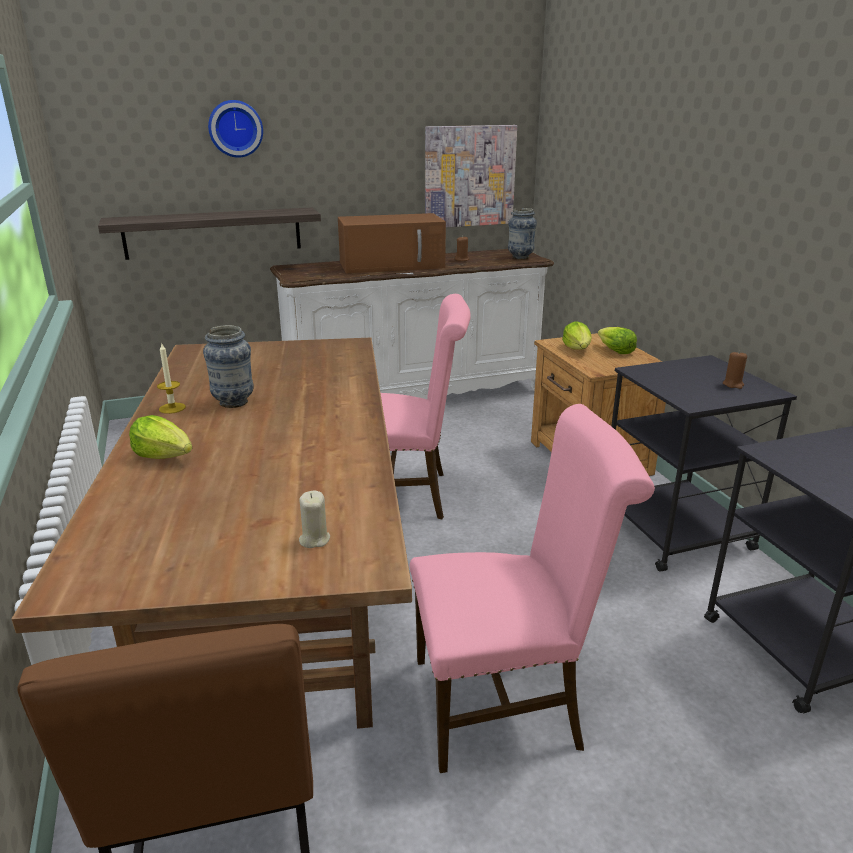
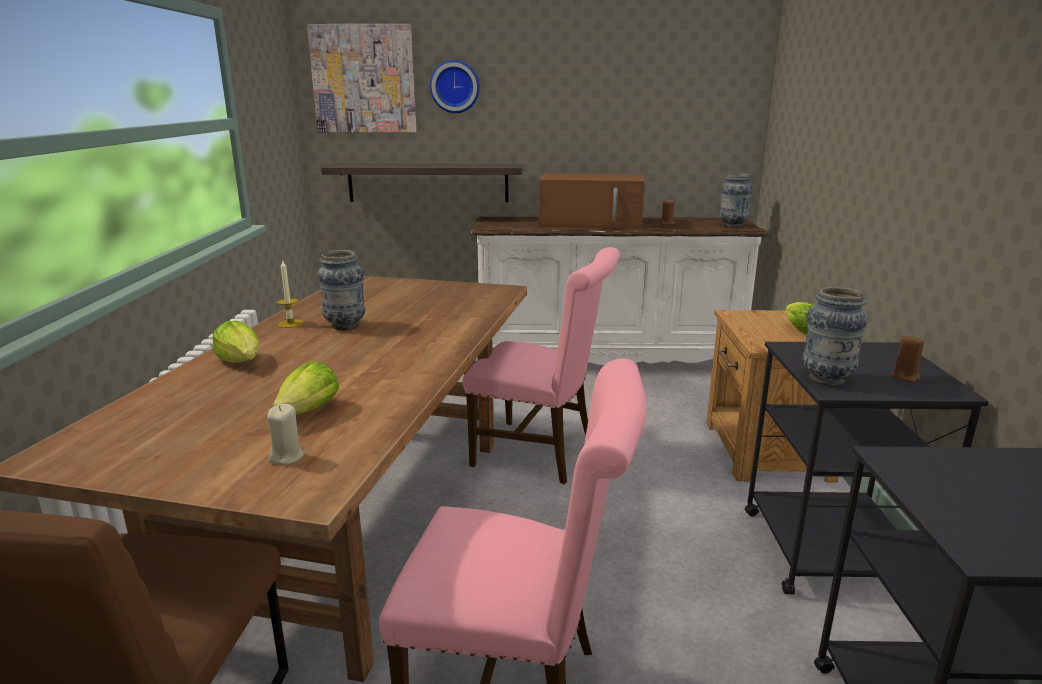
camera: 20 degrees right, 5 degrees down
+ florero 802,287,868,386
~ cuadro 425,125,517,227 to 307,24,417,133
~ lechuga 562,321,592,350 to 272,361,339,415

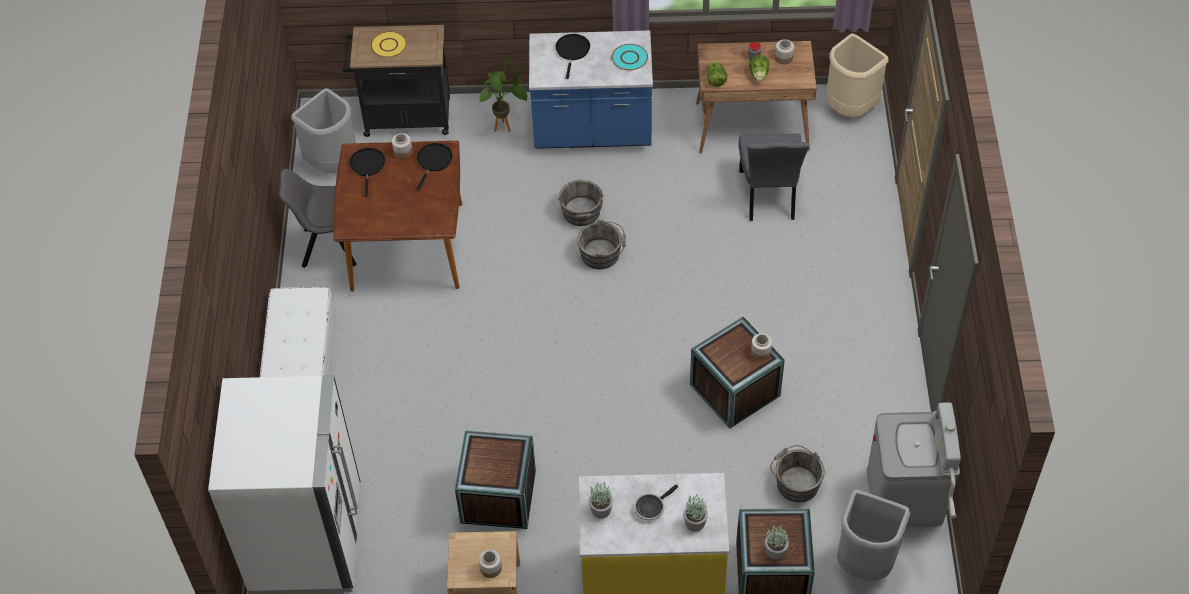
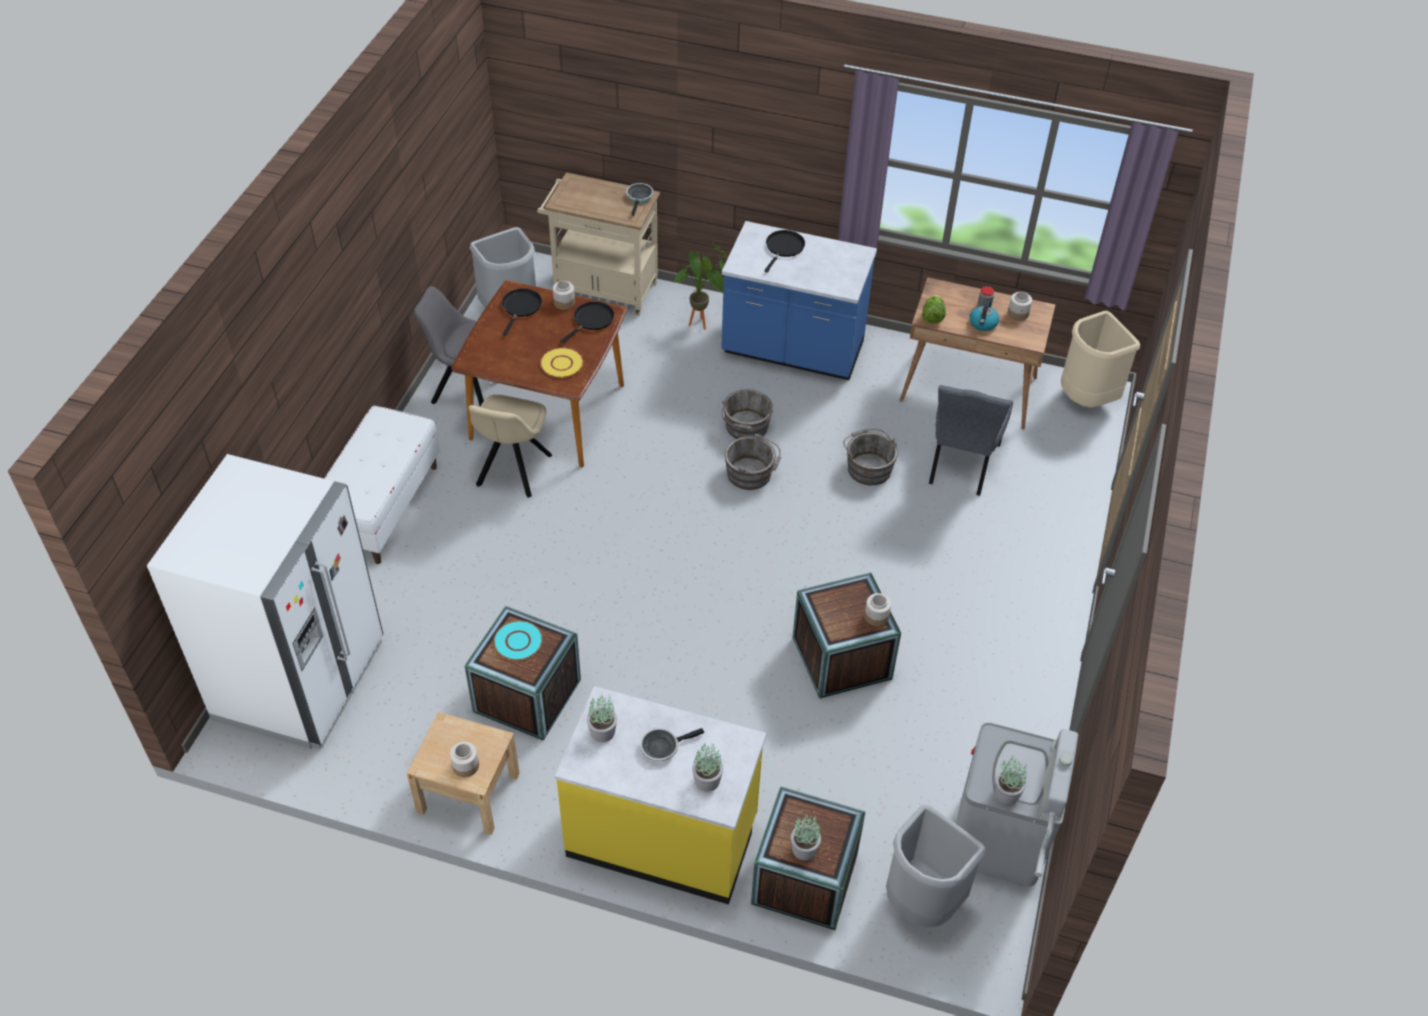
camera: 15 degrees right, 5 degrees down
+ silla/beis 468,395,553,498
+ sartén 626,183,653,216
+ planta en maceta 995,756,1027,805
~ plato/amarillo 371,31,407,57 to 540,347,583,378
~ plato/turquesa 612,44,648,70 to 493,620,543,660
~ cubo/gris 770,445,825,502 to 843,429,898,486
~ lechuga 749,55,769,82 to hervidor 970,299,999,331
~ carrito/negro 342,25,450,137 to carrito/beis 537,172,660,316

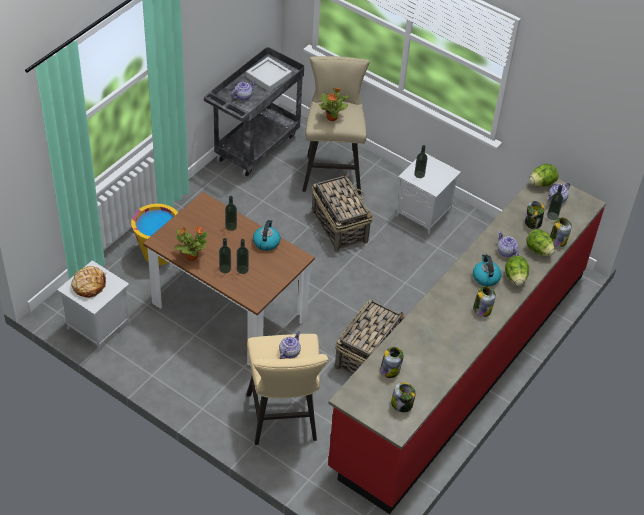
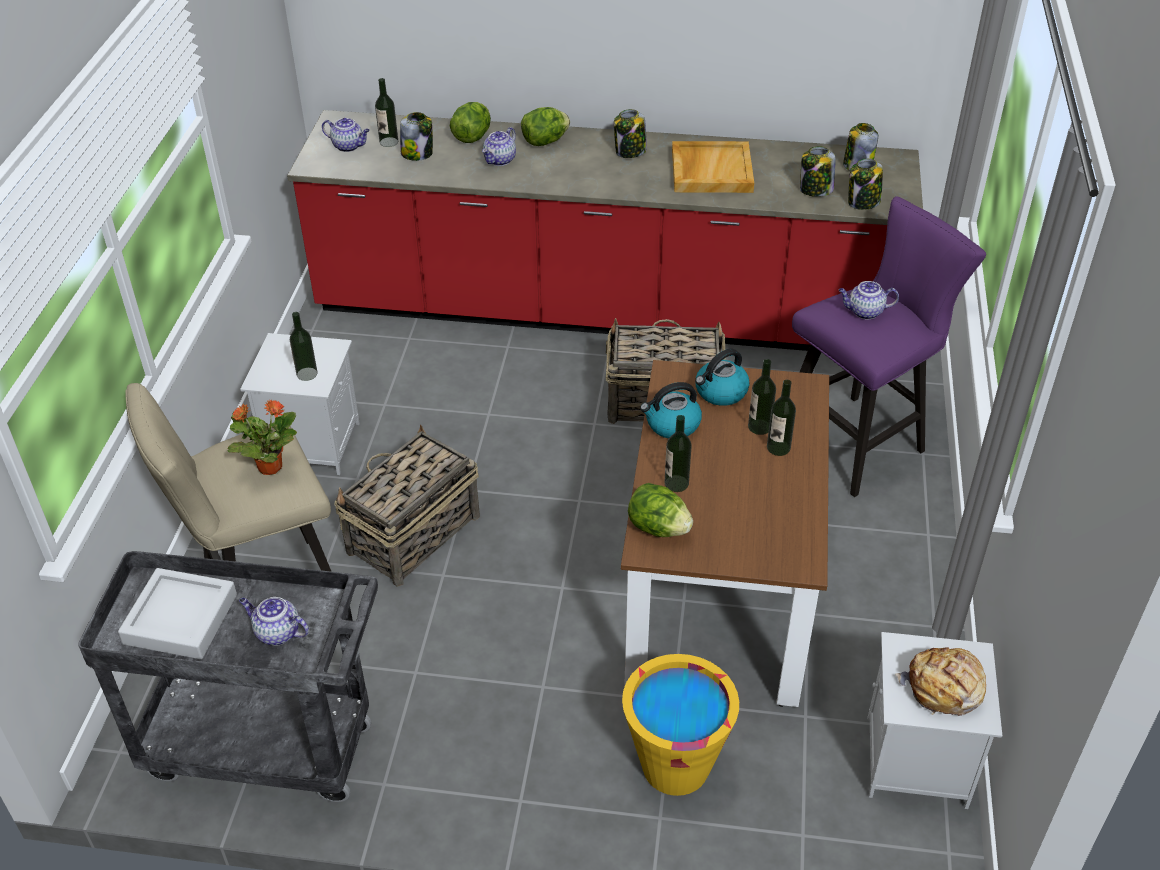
camera: 115 degrees left, 5 degrees down
- planta en maceta 174,226,208,261
+ bandeja/beis 672,141,754,193
~ hervidor 473,253,502,286 to 695,349,750,406
~ lechuga 529,164,558,187 to 628,483,693,537
~ tarro 550,218,572,247 to 848,159,883,210
~ taburete/beis 247,334,329,445 to taburete/morado 792,196,986,497

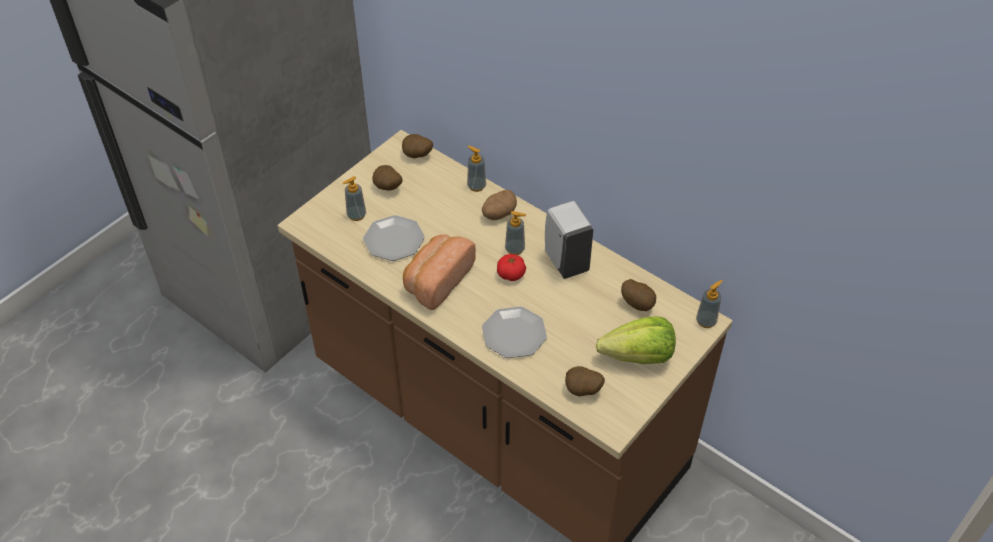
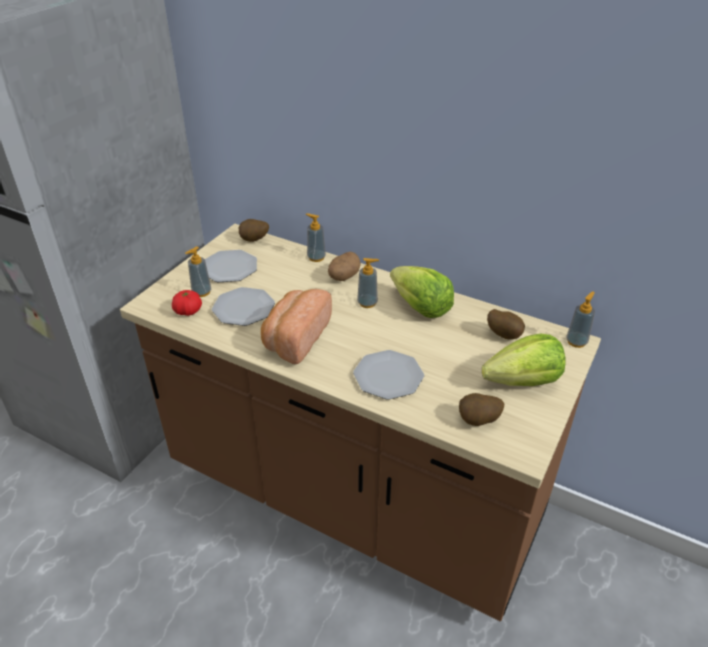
camera: 10 degrees left, 10 degrees down
~ tomate 497,254,526,281 to 172,290,202,316
~ patata 372,165,402,190 to plato 205,250,257,282
~ dispensador de jabón/blanco 545,201,593,279 to lechuga 390,266,454,318

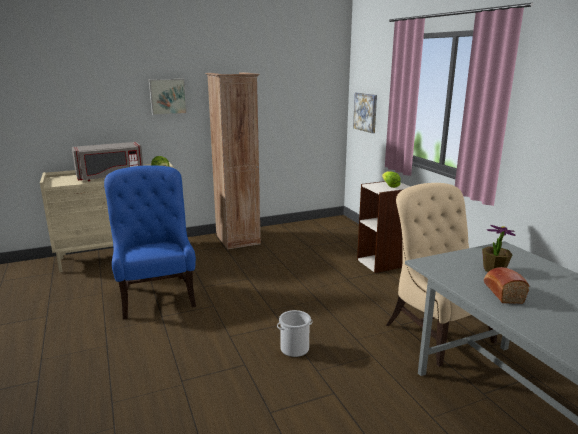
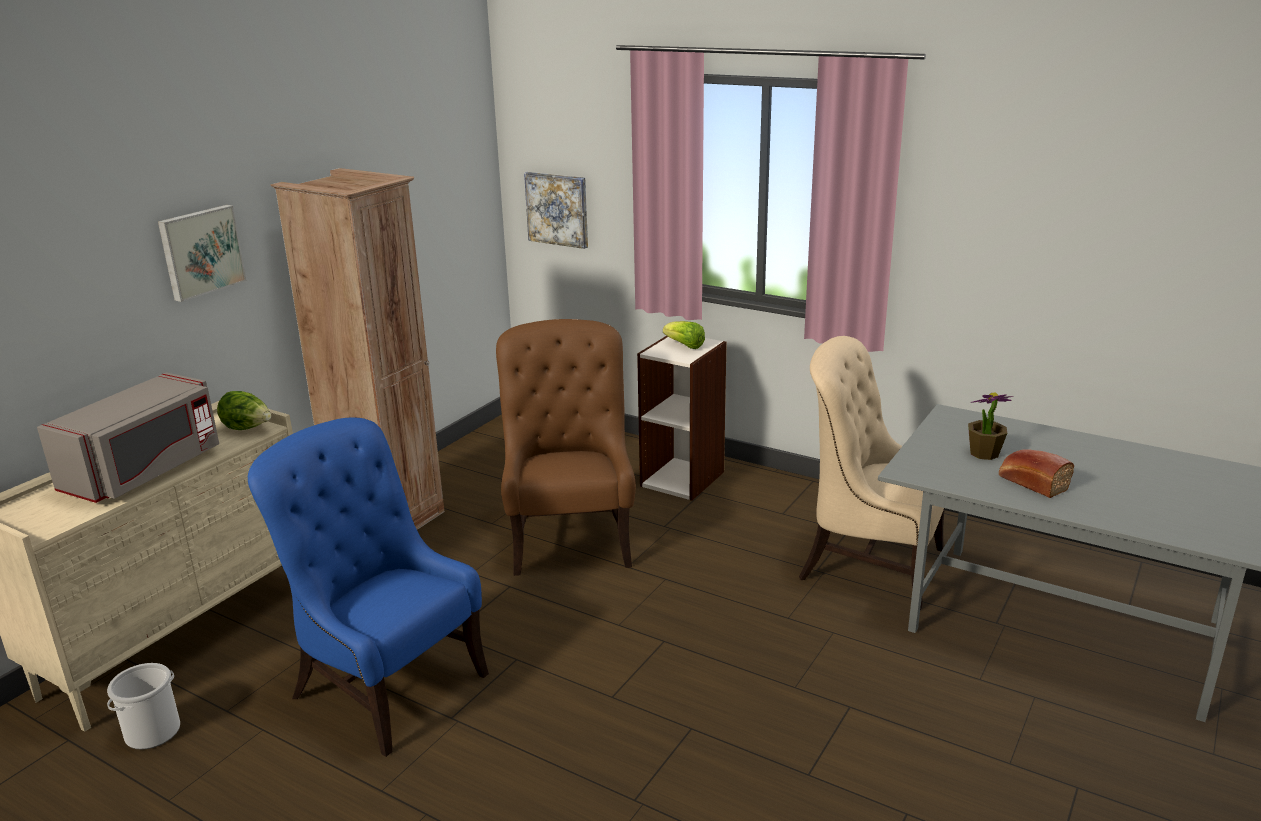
camera: 35 degrees left, 5 degrees up
+ silla/marrón 496,319,636,576
~ cubo 277,310,313,357 to 107,663,180,749

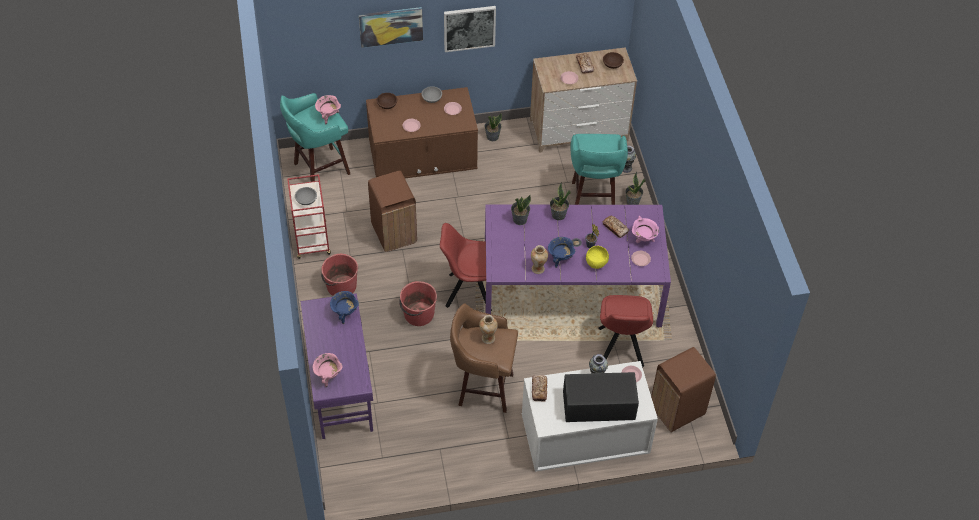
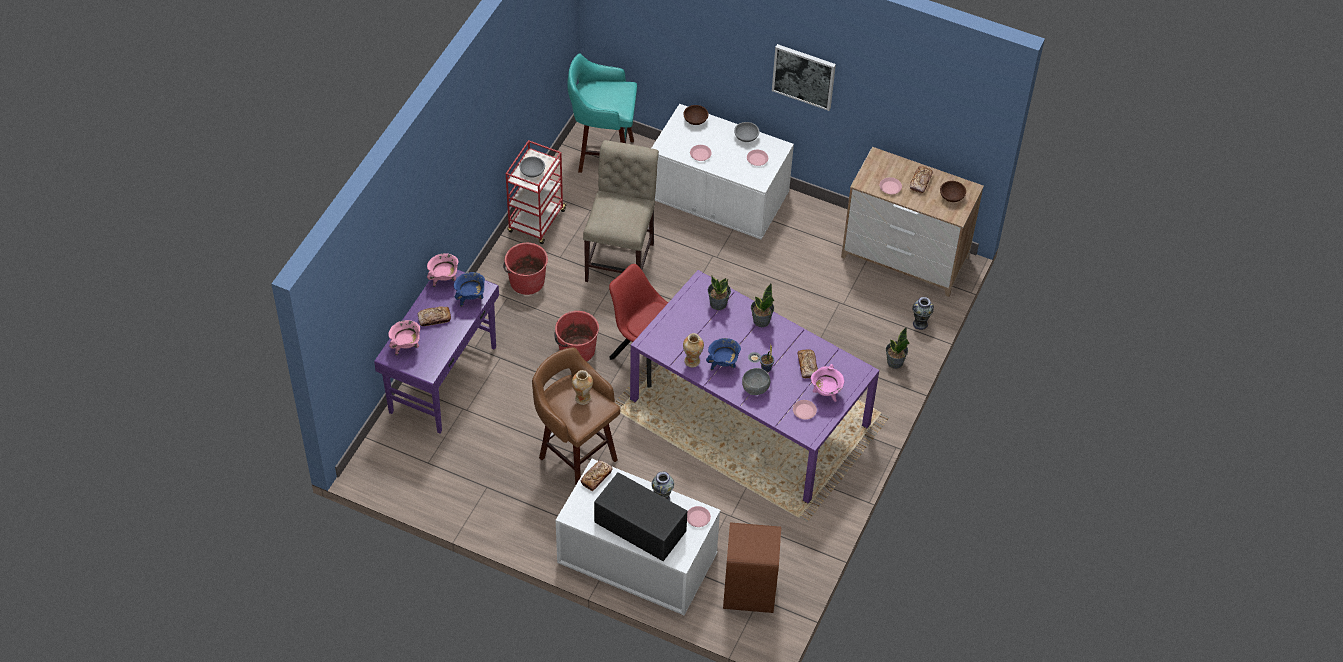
camera: 35 degrees right, 0 degrees up
- cuadro 359,7,423,48
- planta en maceta 484,113,502,141
- taburete/turquesa 570,134,628,205
- silla/rojo 598,295,653,368
+ pan 417,306,451,326
~ olla/rosa 315,95,341,124 to 427,253,459,287
~ papelera/marrón 368,171,417,252 to silla/beis 583,140,659,282
~ armario/marrón 366,87,478,178 to armario/blanco 652,104,794,240
~ cuenco/amarillo 586,246,609,269 to cuenco/gris 742,368,770,395

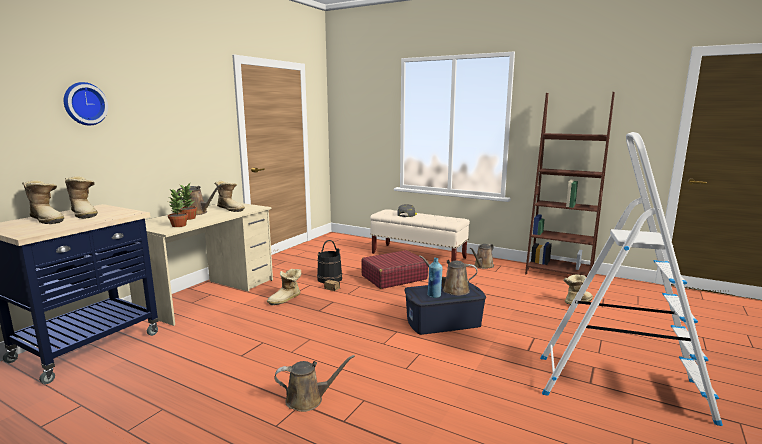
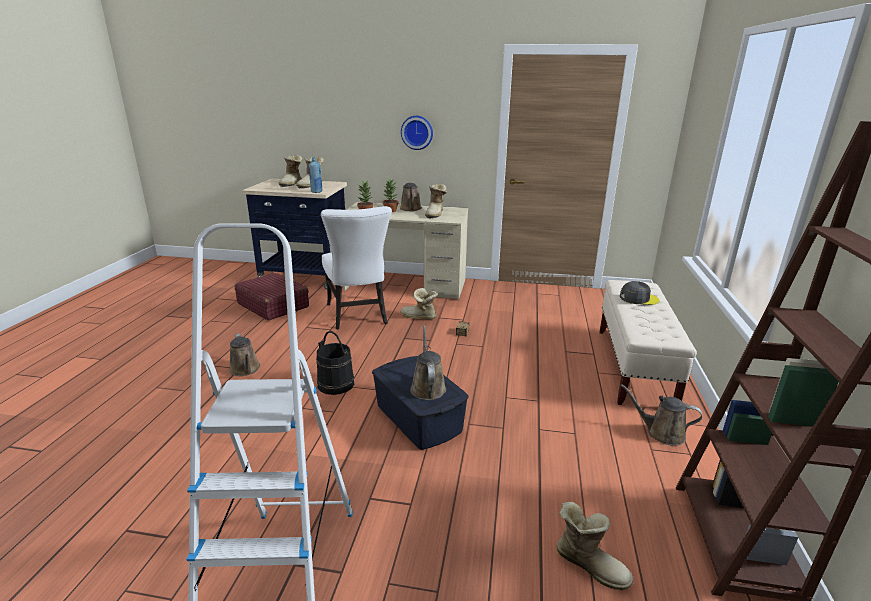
camera: 70 degrees right, 10 degrees up
+ silla/blanco 321,206,392,329
~ reloj de pared 64,82,108,125 to 401,116,433,150
~ cubo/negro 317,240,342,283 to 316,331,354,395
~ maleta/rojo 361,250,428,289 to 235,273,309,321
~ botella/azul 427,258,443,298 to 309,157,322,193

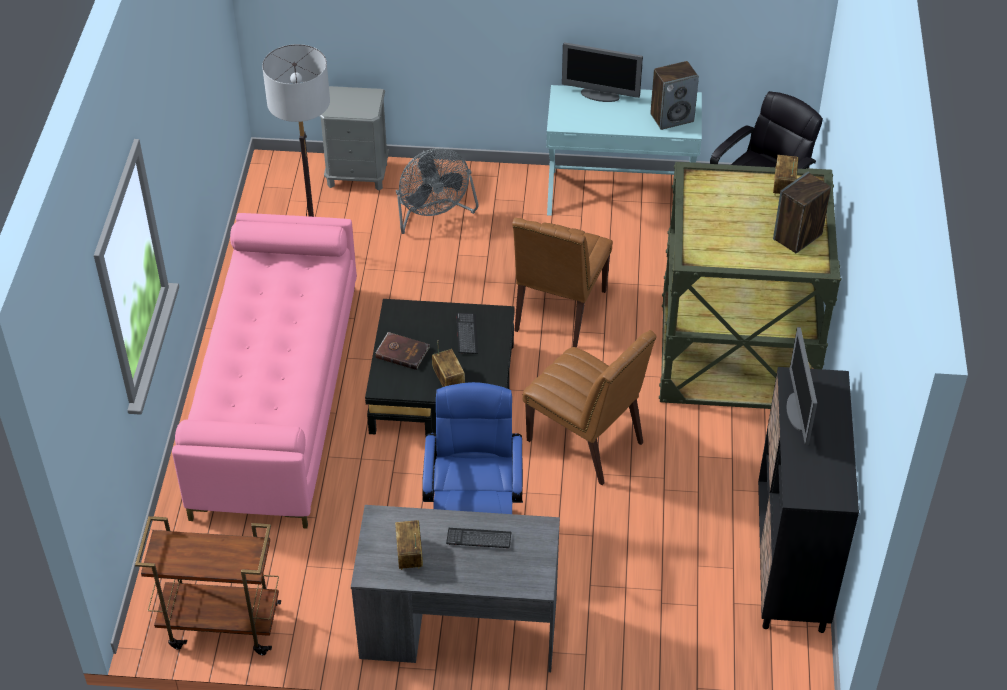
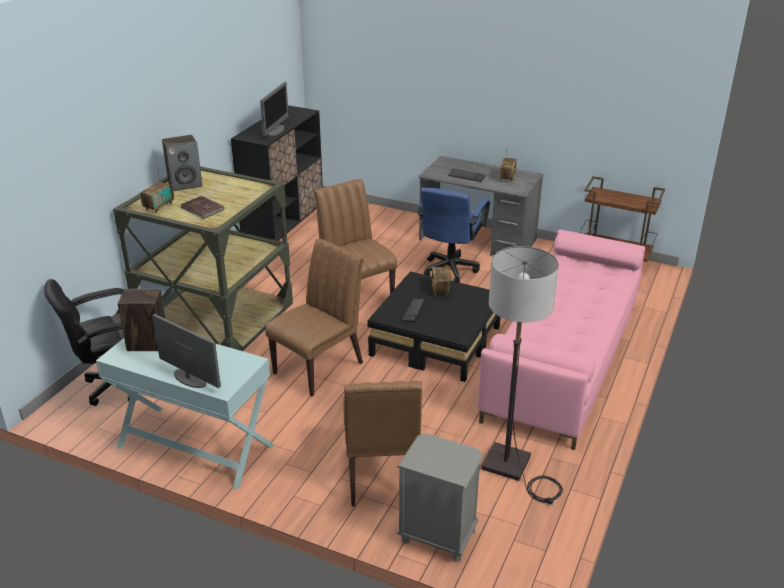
camera: 160 degrees left, 15 degrees down
~ libro/marrón 376,332,430,370 to 181,196,224,219
~ ventilador/gris 396,148,478,234 to silla/marrón 343,381,422,506

